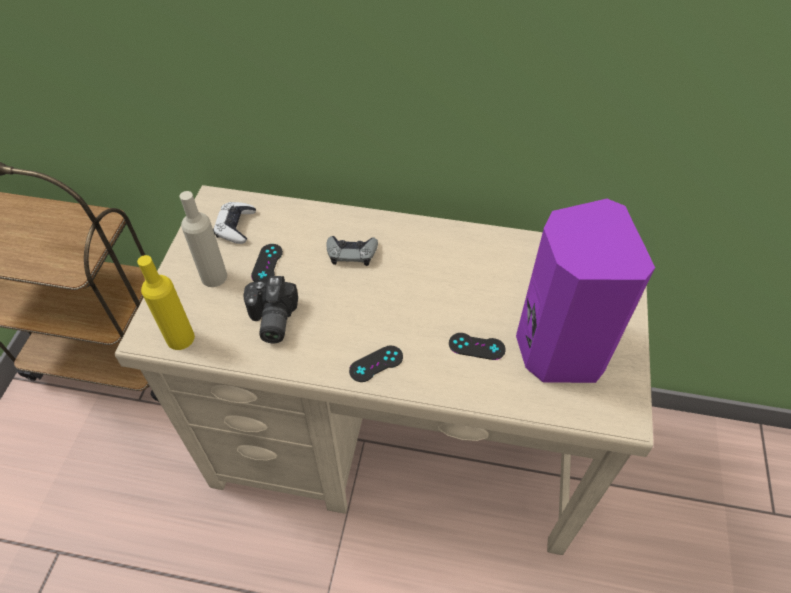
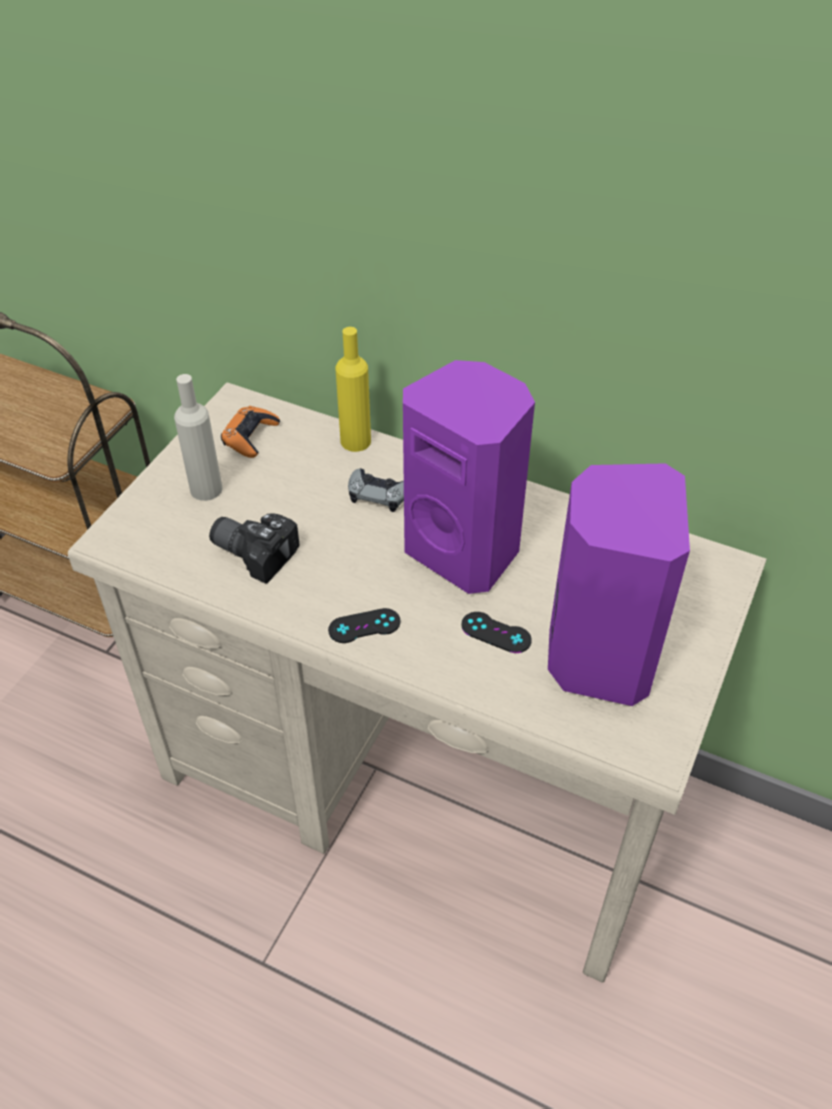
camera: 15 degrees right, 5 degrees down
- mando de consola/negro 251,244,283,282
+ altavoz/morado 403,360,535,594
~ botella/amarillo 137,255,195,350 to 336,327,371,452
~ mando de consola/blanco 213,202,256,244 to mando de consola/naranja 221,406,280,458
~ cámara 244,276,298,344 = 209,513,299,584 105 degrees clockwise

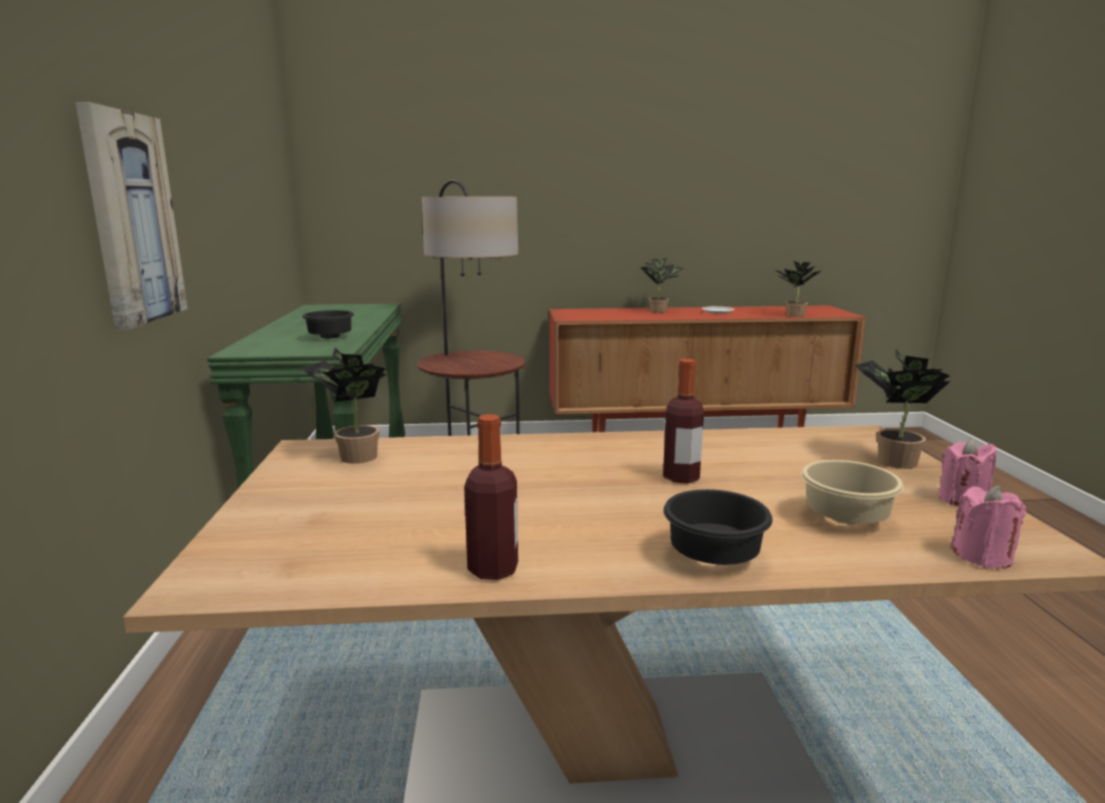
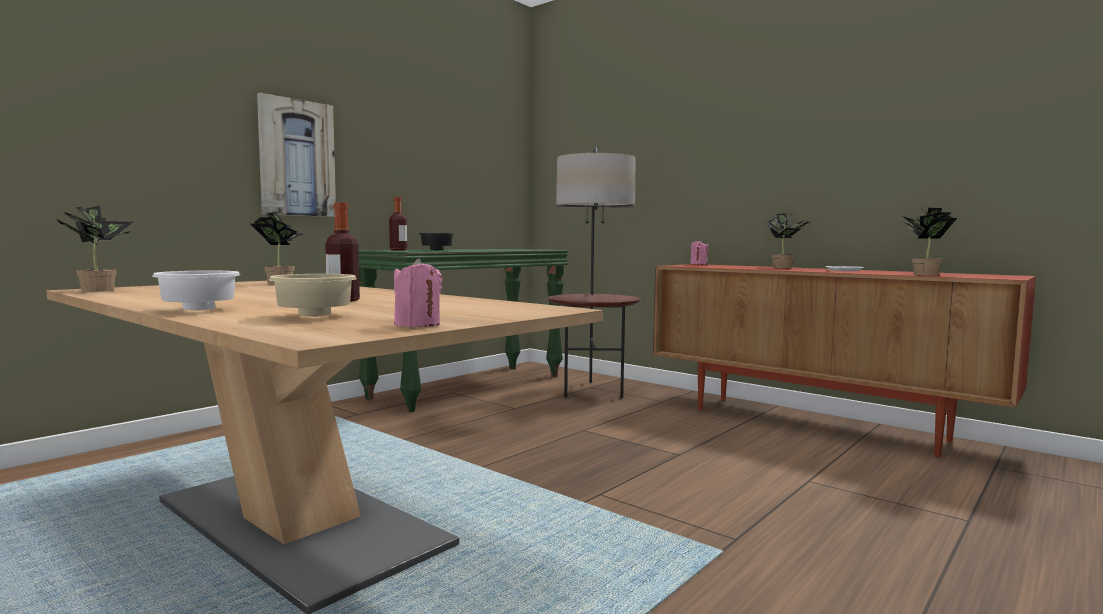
camera: 45 degrees right, 10 degrees down
~ botella 464,414,518,580 to 389,197,407,250
~ planta en maceta 854,349,950,469 to 57,206,133,292
~ vela/rosa 951,486,1026,569 to 690,239,708,265
~ cuenco/negro 663,489,773,565 to cuenco/blanco 152,271,240,310

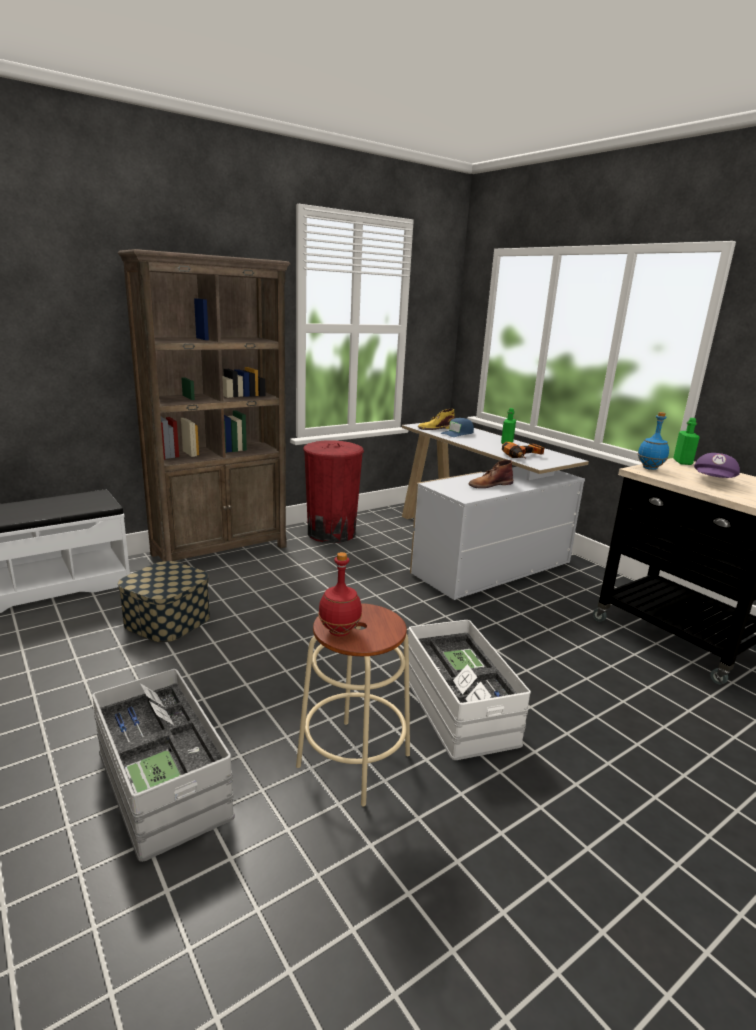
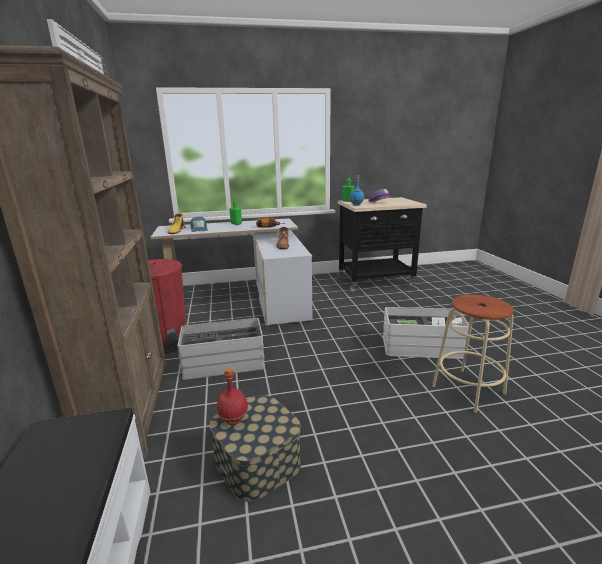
camera: 65 degrees left, 0 degrees up
~ caja de almacenaje/gris 92,669,235,862 to 177,318,265,380
~ botella/rojo 318,552,362,636 to 217,368,248,425

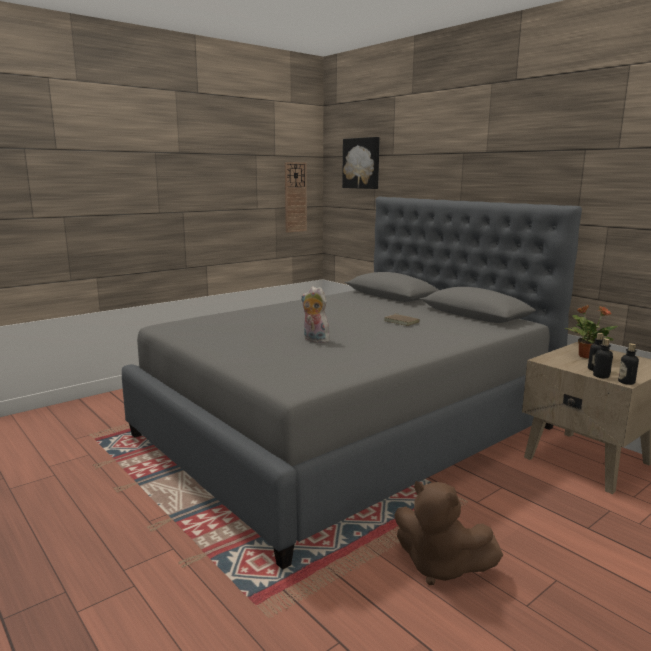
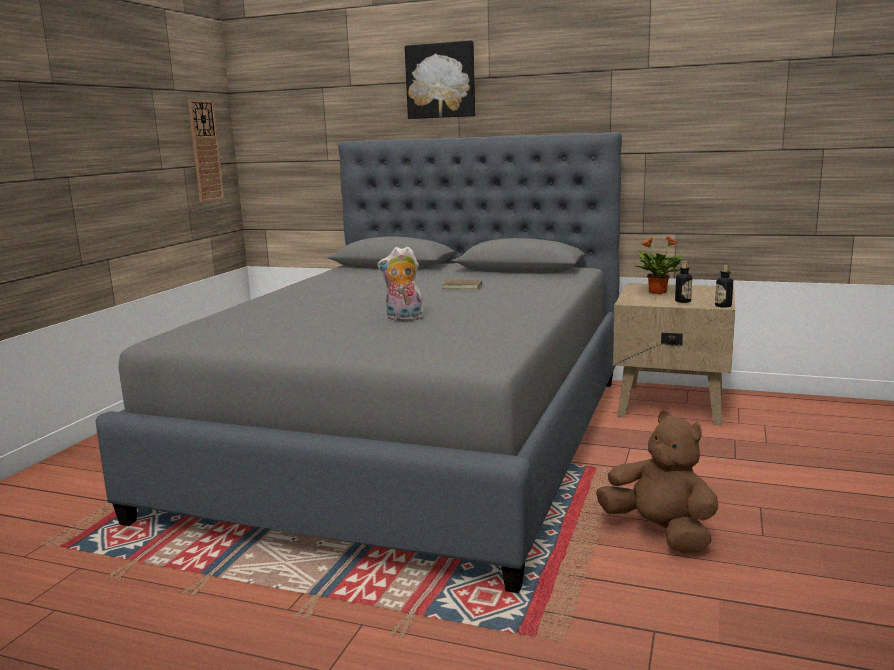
camera: 30 degrees left, 0 degrees up
- botella 593,338,613,378
~ cuadro 342,137,380,189 to 405,41,475,119
~ peluche/marrón 394,481,503,585 = 596,410,718,553 135 degrees counterclockwise

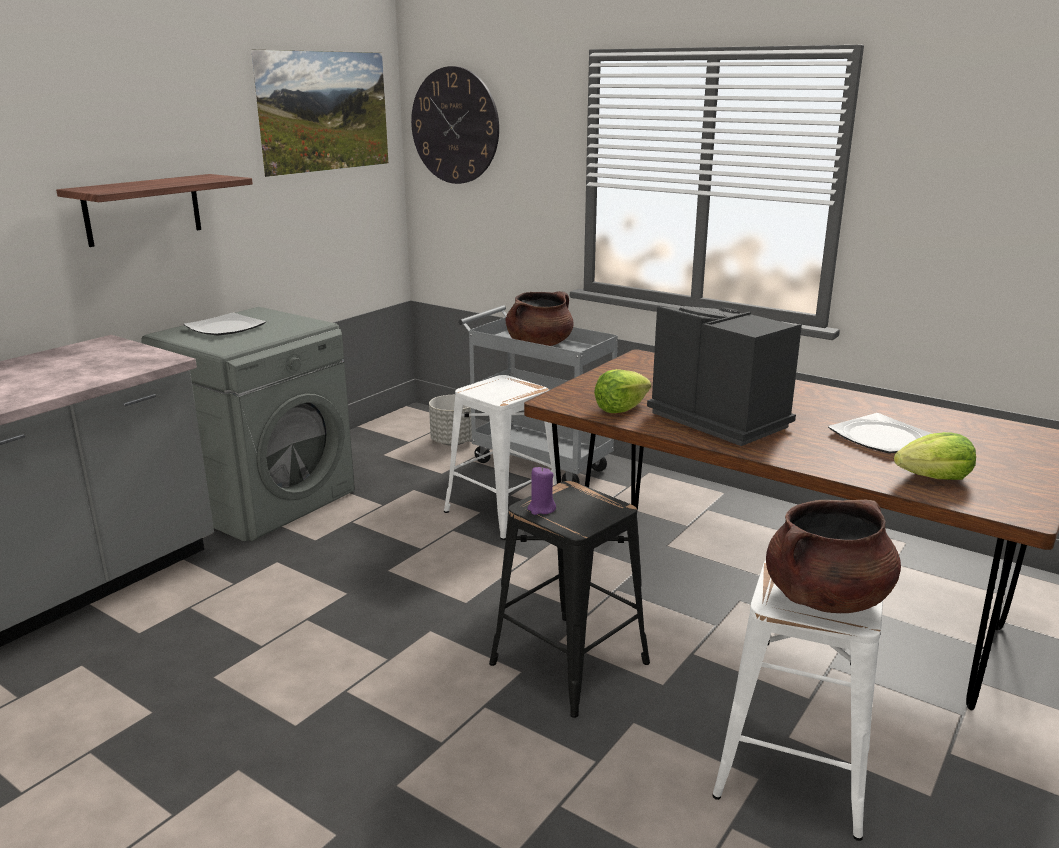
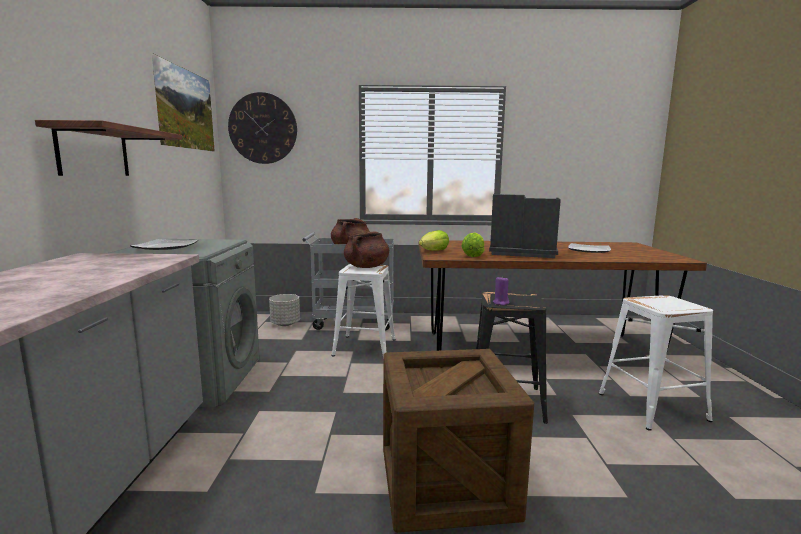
camera: 35 degrees left, 10 degrees down
+ caja de embalaje 383,349,534,533
~ olla/marrón 766,500,901,613 to 344,232,389,268
~ lechuga 894,432,976,480 to 419,230,449,251

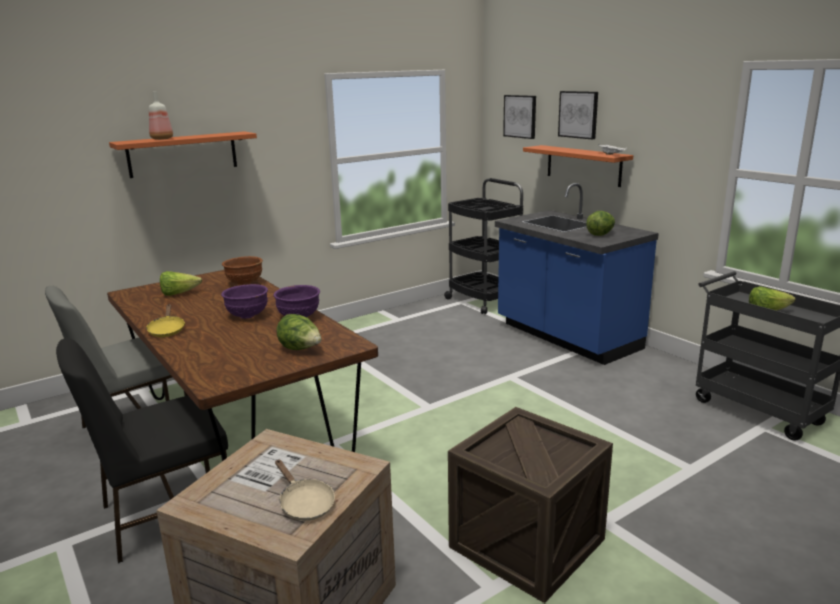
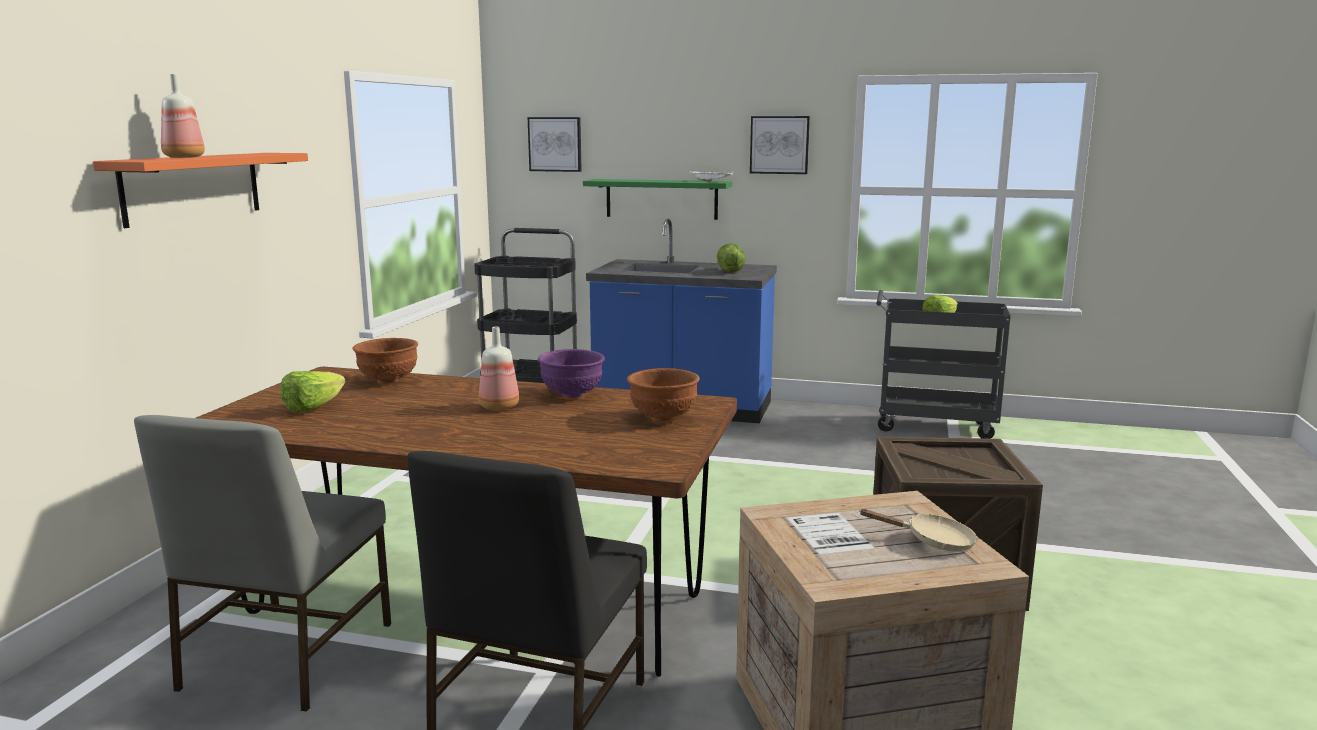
camera: 40 degrees left, 5 degrees down
- sartén/amarillo 146,304,185,337
~ cuadro 558,91,598,140 to 750,116,810,174
~ cuenco/morado 221,284,268,319 to botella 479,327,519,411
~ lechuga 276,314,321,350 to cuenco/marrón 627,368,700,422
~ estante/naranja 523,145,633,187 to estante/verde 583,179,732,220

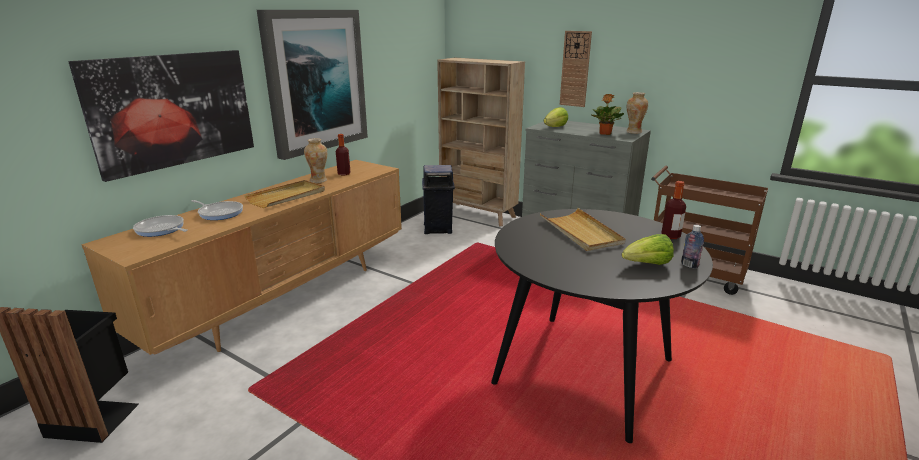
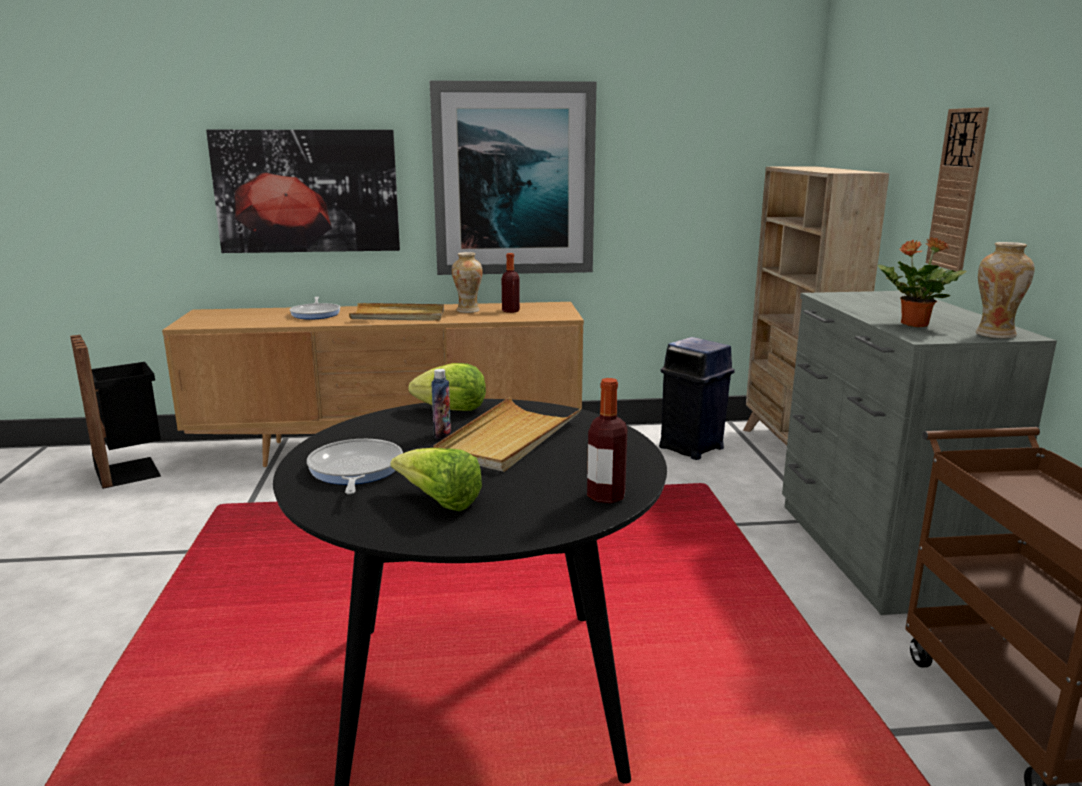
camera: 50 degrees right, 5 degrees down
~ sartén 133,215,188,237 to 307,439,403,494
~ lechuga 544,107,568,127 to 408,363,486,411
~ botella 681,225,704,269 to 431,369,451,439

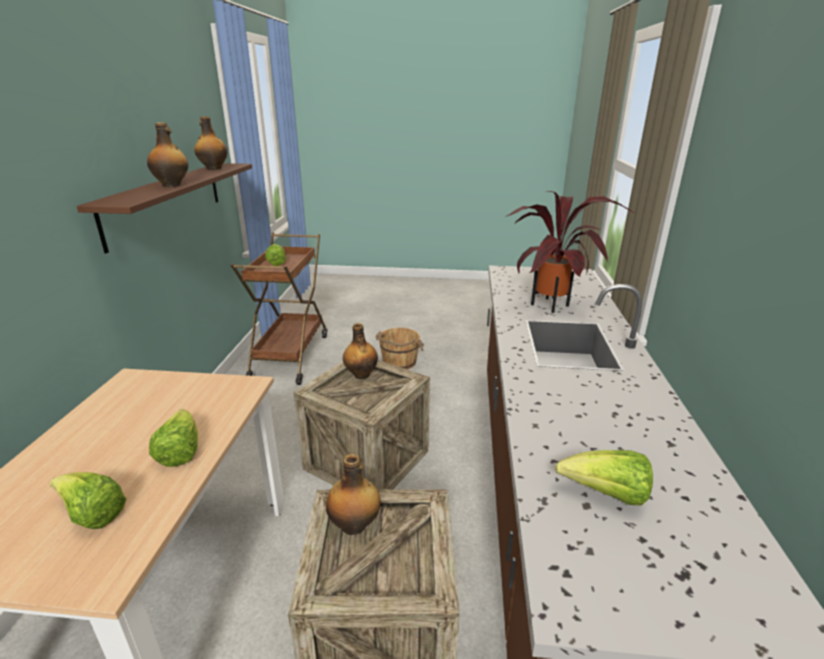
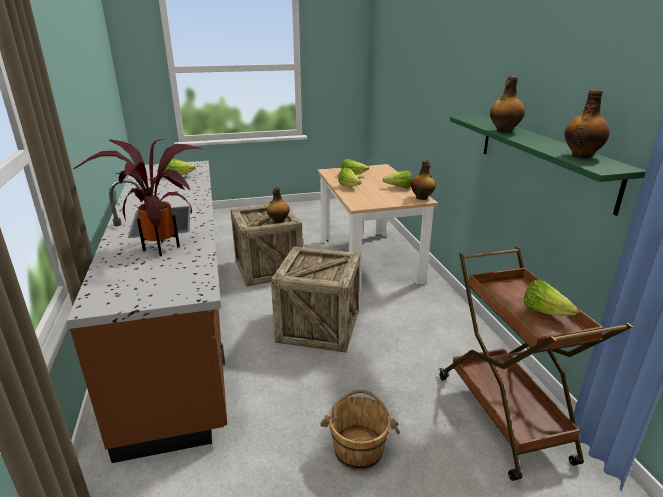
camera: 160 degrees right, 0 degrees up
+ lechuga 383,170,412,188
~ botella 343,323,378,379 to 411,160,436,200
~ estante/marrón 77,163,252,254 to estante/verde 450,115,646,216

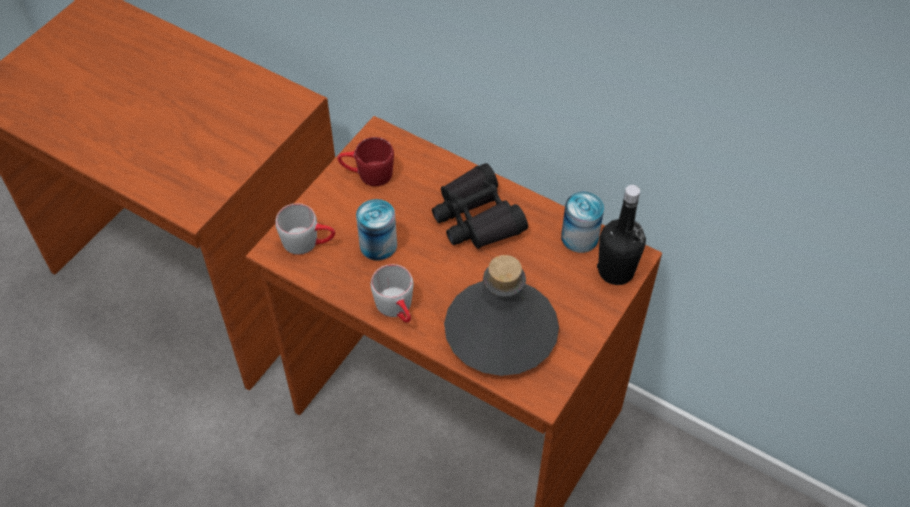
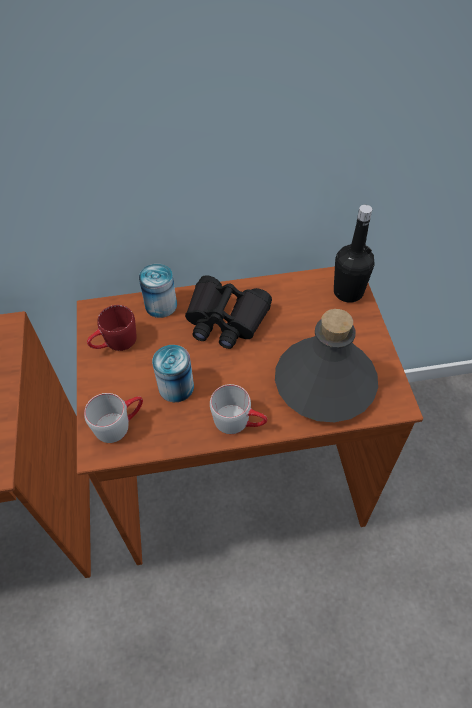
camera: 40 degrees left, 0 degrees up
~ lata 561,192,604,253 to 139,264,177,318

